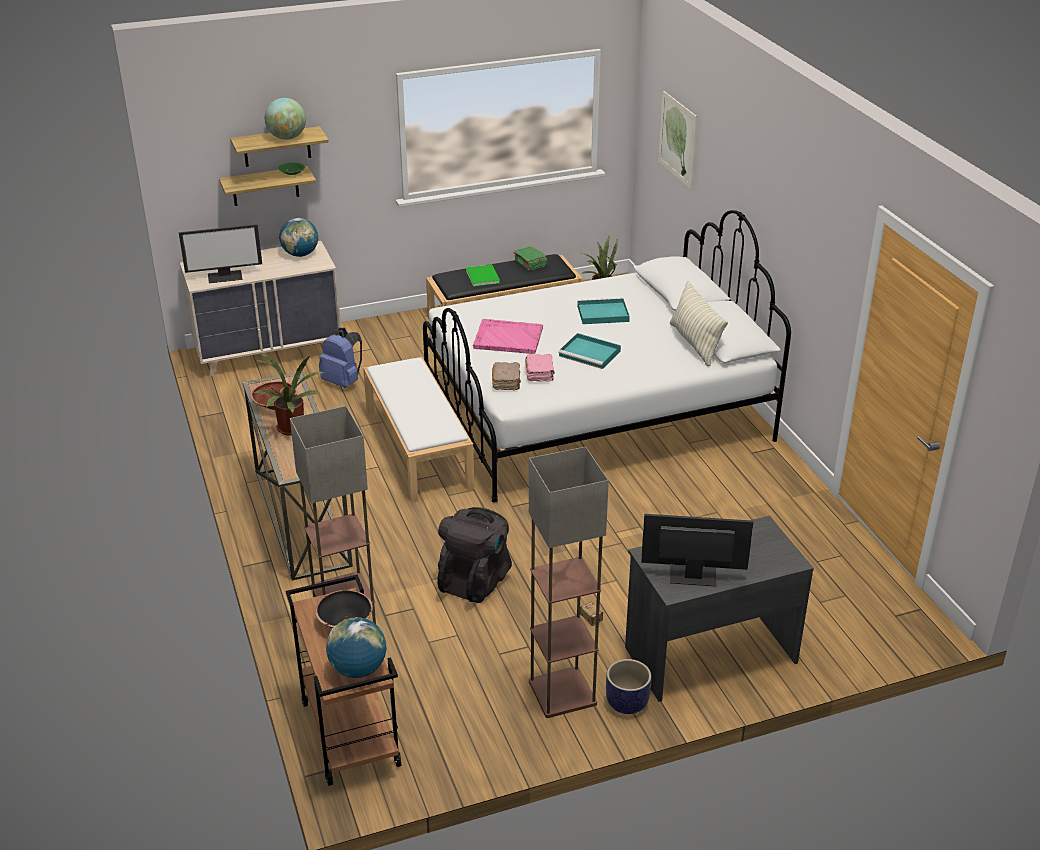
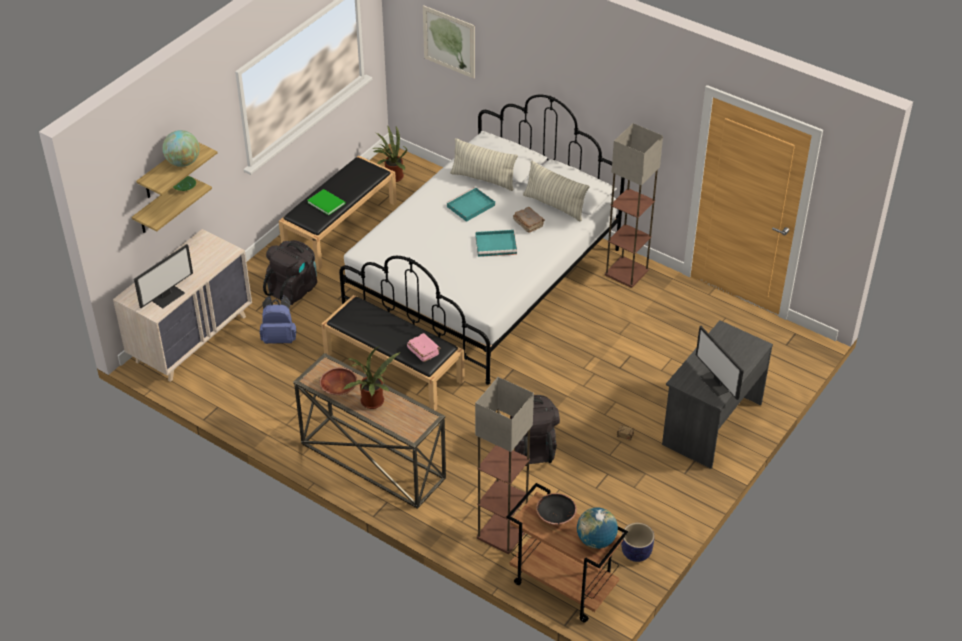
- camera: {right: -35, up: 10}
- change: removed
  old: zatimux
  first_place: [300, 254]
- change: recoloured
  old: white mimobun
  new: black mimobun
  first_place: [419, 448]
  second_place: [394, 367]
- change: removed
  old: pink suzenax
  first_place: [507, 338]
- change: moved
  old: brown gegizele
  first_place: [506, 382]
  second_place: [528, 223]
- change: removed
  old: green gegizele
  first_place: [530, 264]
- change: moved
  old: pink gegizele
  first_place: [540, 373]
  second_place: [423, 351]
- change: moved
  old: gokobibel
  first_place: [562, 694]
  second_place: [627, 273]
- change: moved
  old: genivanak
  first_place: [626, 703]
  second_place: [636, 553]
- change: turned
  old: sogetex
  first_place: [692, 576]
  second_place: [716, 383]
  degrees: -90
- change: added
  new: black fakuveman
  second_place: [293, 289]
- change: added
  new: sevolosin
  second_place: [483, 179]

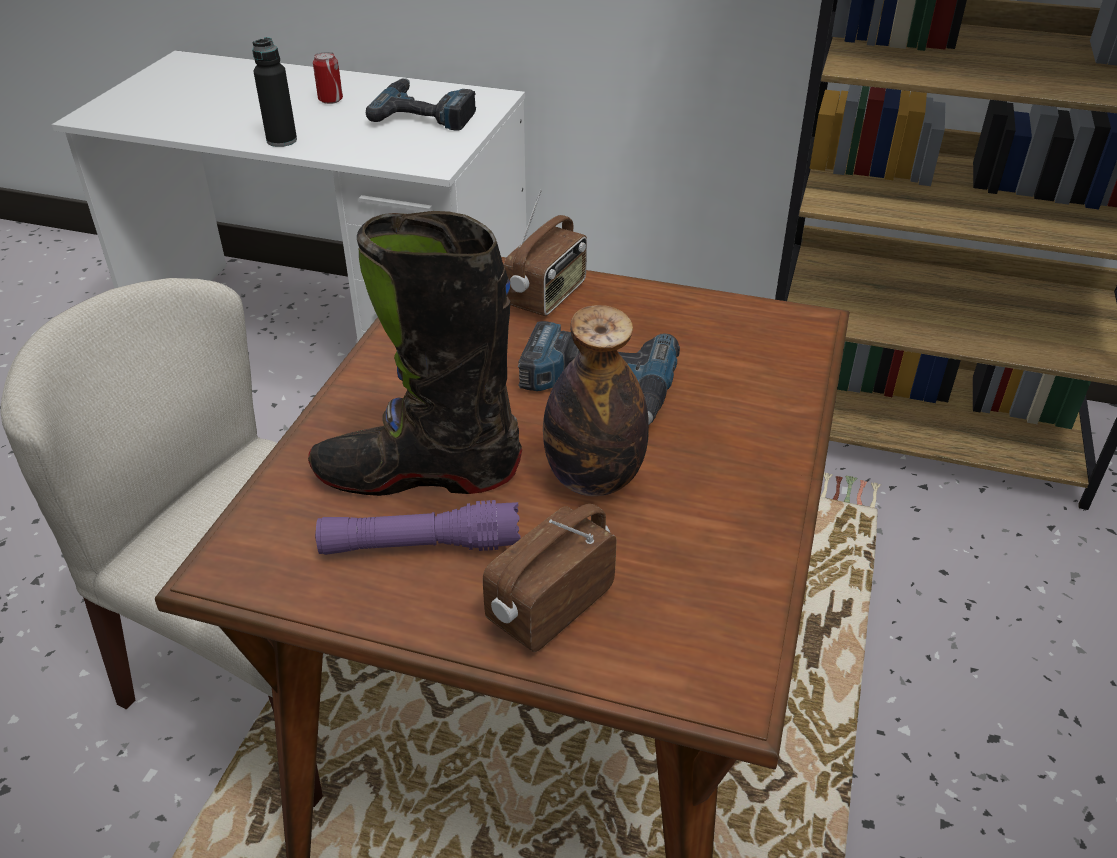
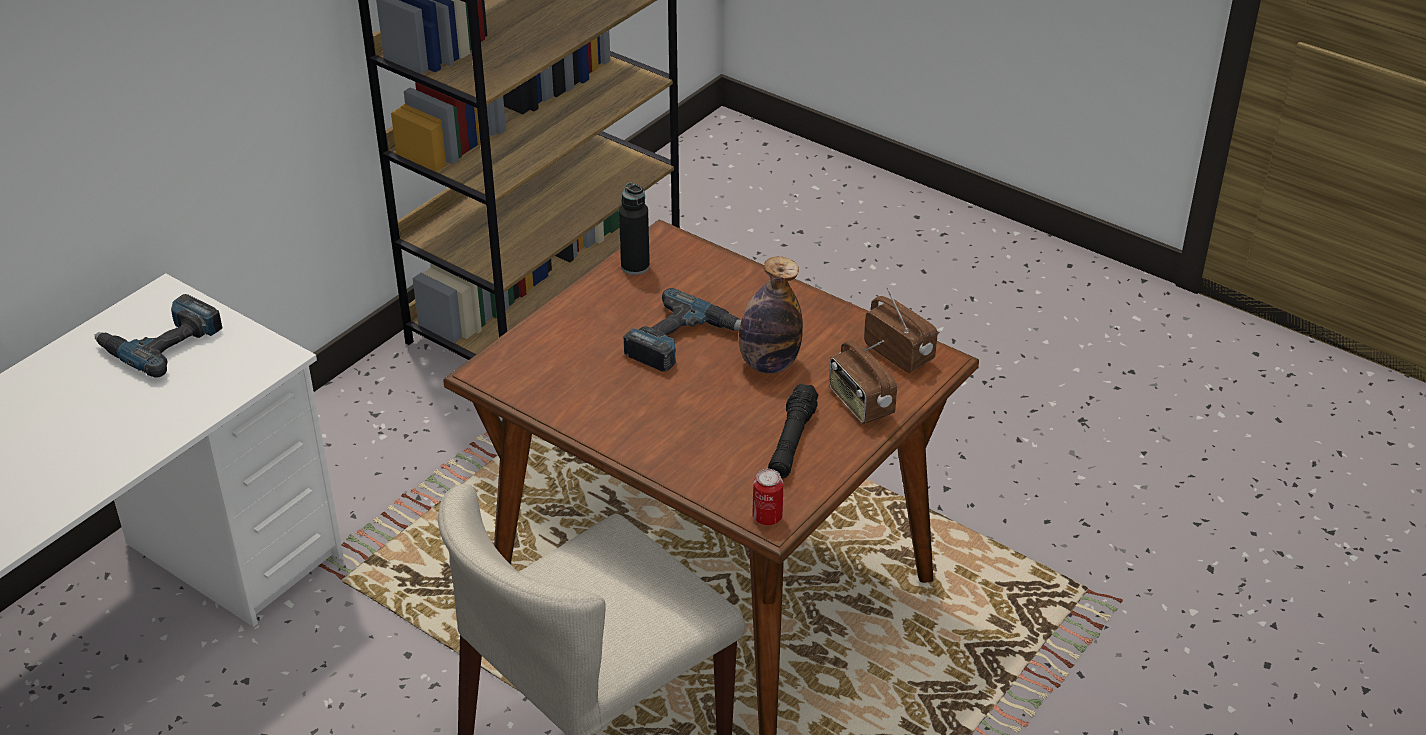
- camera: {right: -70, up: 0}
- change: moved
  old: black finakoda
  first_place: [282, 140]
  second_place: [635, 266]
- change: removed
  old: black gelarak
  first_place: [418, 475]
- change: moved
  old: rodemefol
  first_place: [330, 100]
  second_place: [767, 517]
- change: recoloured
  old: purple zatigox
  new: black zatigox
  first_place: [420, 546]
  second_place: [792, 441]
- change: moved
  old: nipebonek
  first_place: [547, 296]
  second_place: [899, 353]

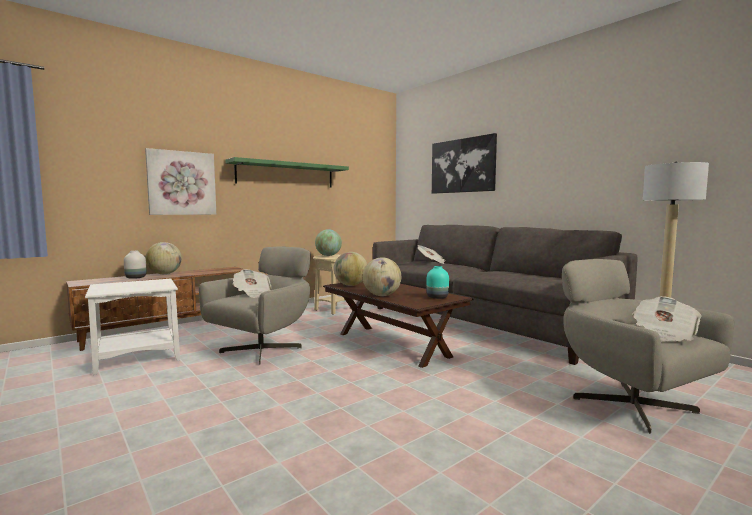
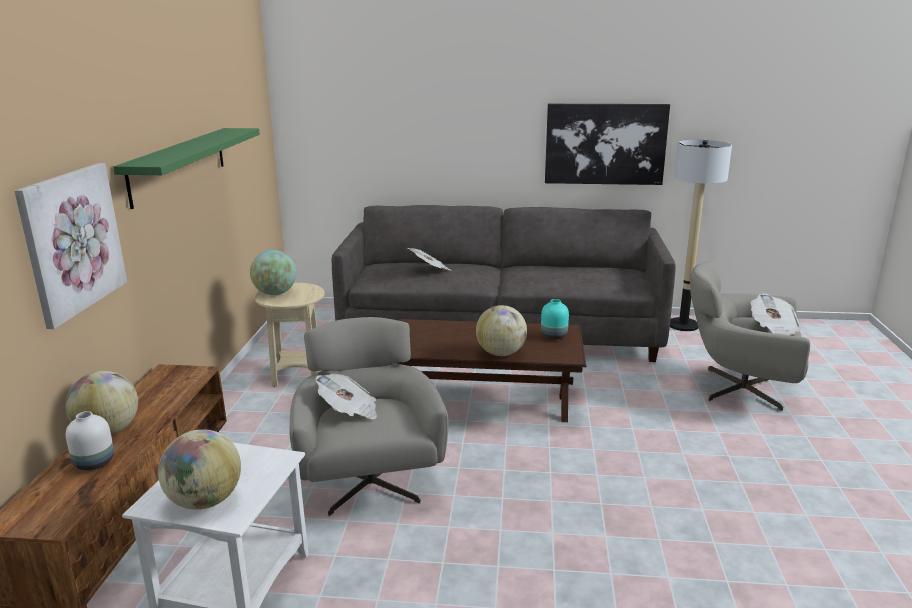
- camera: {right: -45, up: 15}
- change: moved
  old: zatimux
  first_place: [350, 285]
  second_place: [205, 501]
- change: moved
  old: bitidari
  first_place: [462, 165]
  second_place: [605, 144]

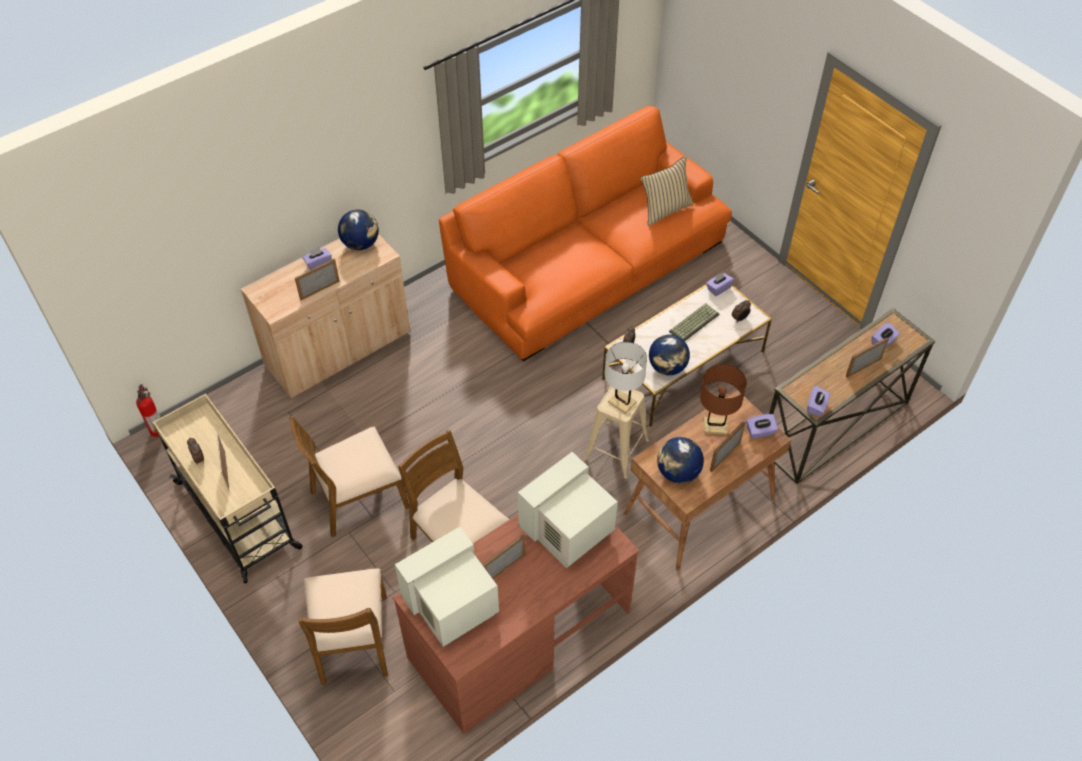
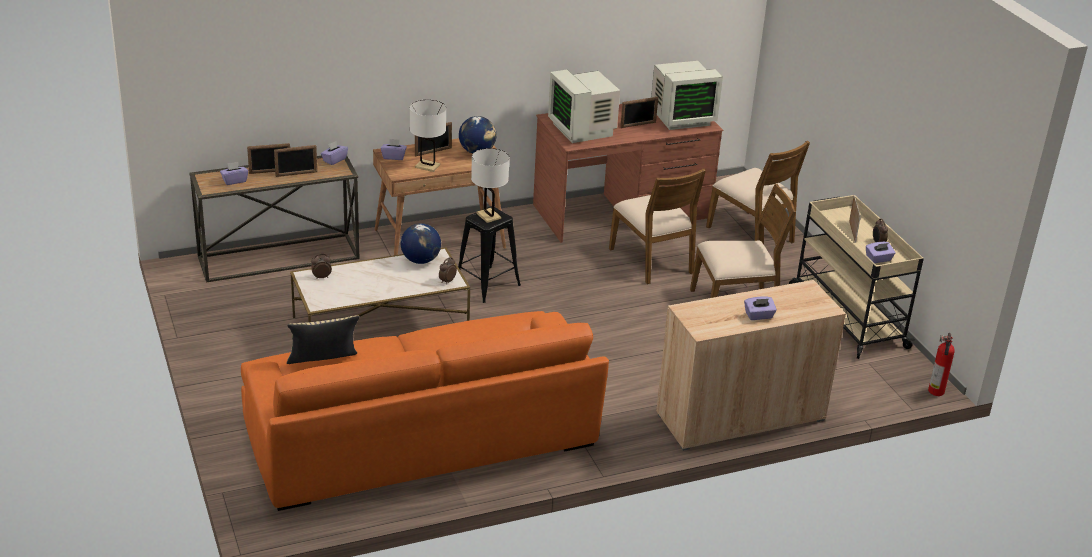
- camera: {right: -165, up: -20}
- change: moved
  old: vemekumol
  first_place: [319, 290]
  second_place: [296, 174]
- change: turned
  old: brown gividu
  first_place: [352, 640]
  second_place: [751, 234]
  degrees: 135
- change: removed
  old: zatimux
  first_place: [361, 244]
- change: turned
  old: sogetex
  first_place: [568, 532]
  second_place: [583, 129]
  degrees: 90
- change: recoloured
  old: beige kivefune
  new: black kivefune
  first_place: [616, 450]
  second_place: [487, 284]
- change: removed
  old: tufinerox
  first_place: [693, 322]
- change: recoloured
  old: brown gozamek
  new: white gozamek
  first_place: [715, 426]
  second_place: [427, 166]
- change: moved
  old: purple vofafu
  first_place: [718, 288]
  second_place: [878, 259]

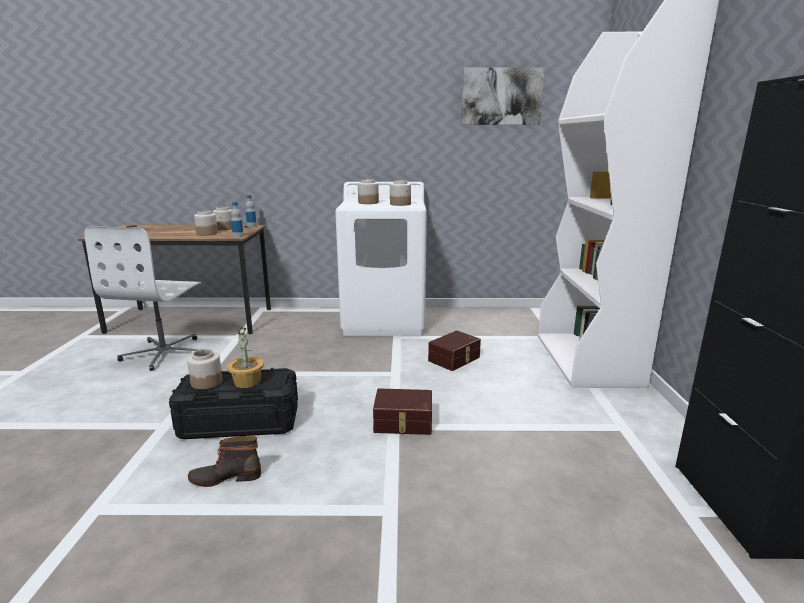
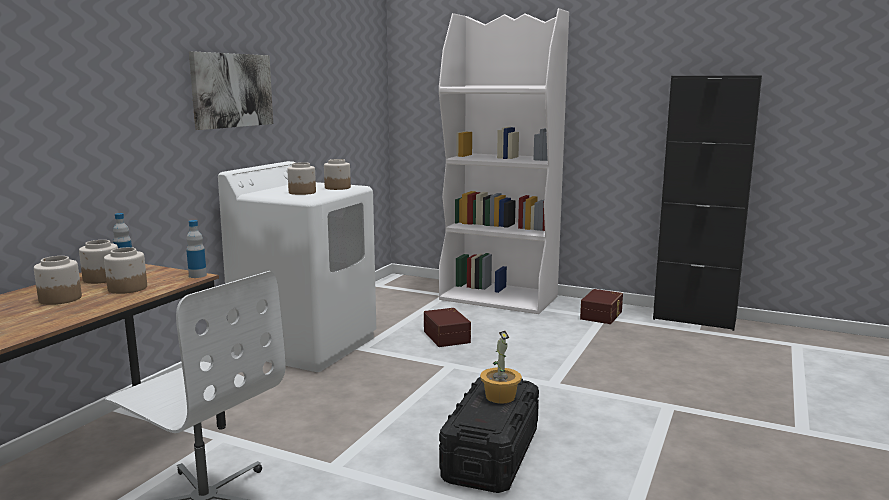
- camera: {right: -65, up: -5}
- change: moved
  old: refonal
  first_place: [206, 382]
  second_place: [59, 299]
- change: removed
  old: gelarak
  first_place: [226, 477]
- change: moved
  old: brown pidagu
  first_place: [403, 423]
  second_place: [602, 315]
- change: moved
  old: bitidari
  first_place: [501, 96]
  second_place: [232, 90]

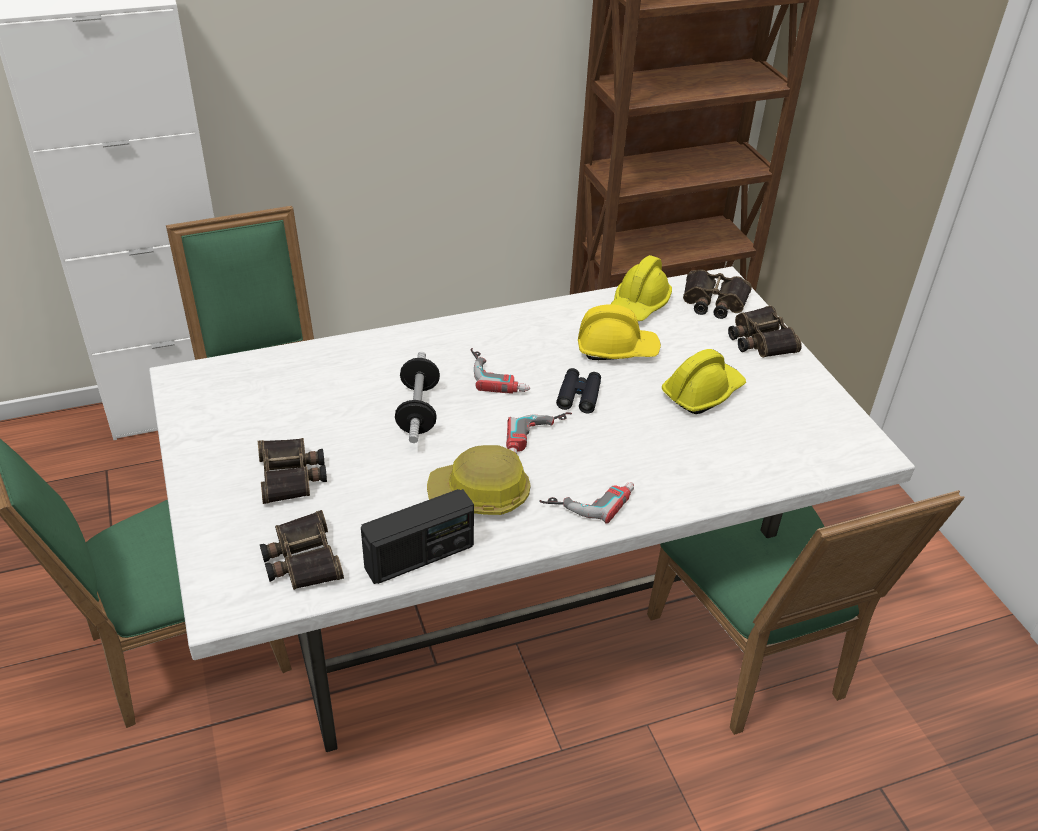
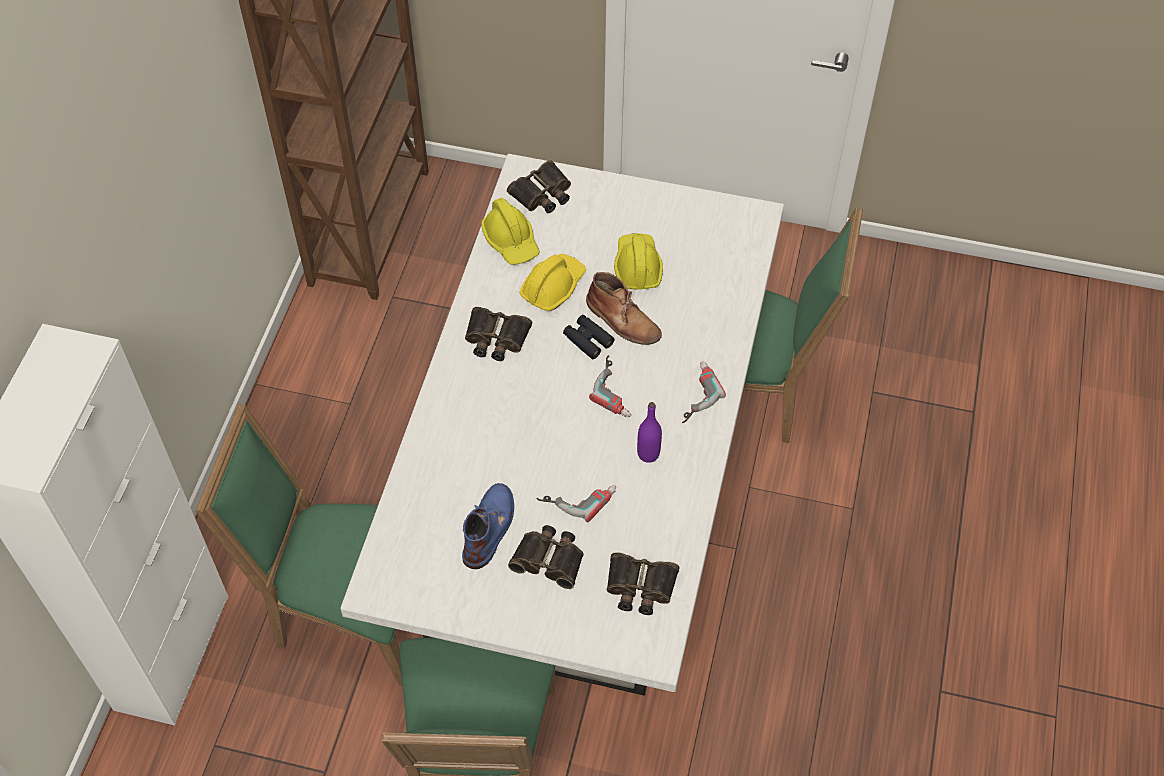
- camera: {right: -55, up: 15}
- change: removed
  old: nipebonek
  first_place: [420, 557]
- change: removed
  old: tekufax
  first_place: [418, 410]
- change: replaced
  old: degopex
  new: purple finakoda
  first_place: [480, 495]
  second_place: [648, 454]
- change: moved
  old: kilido
  first_place: [499, 374]
  second_place: [577, 496]
- change: moved
  old: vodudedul
  first_place: [759, 339]
  second_place: [495, 339]
- change: added
  new: blue gelarak
  second_place: [489, 527]
- change: added
  new: brown gelarak
  second_place: [623, 320]

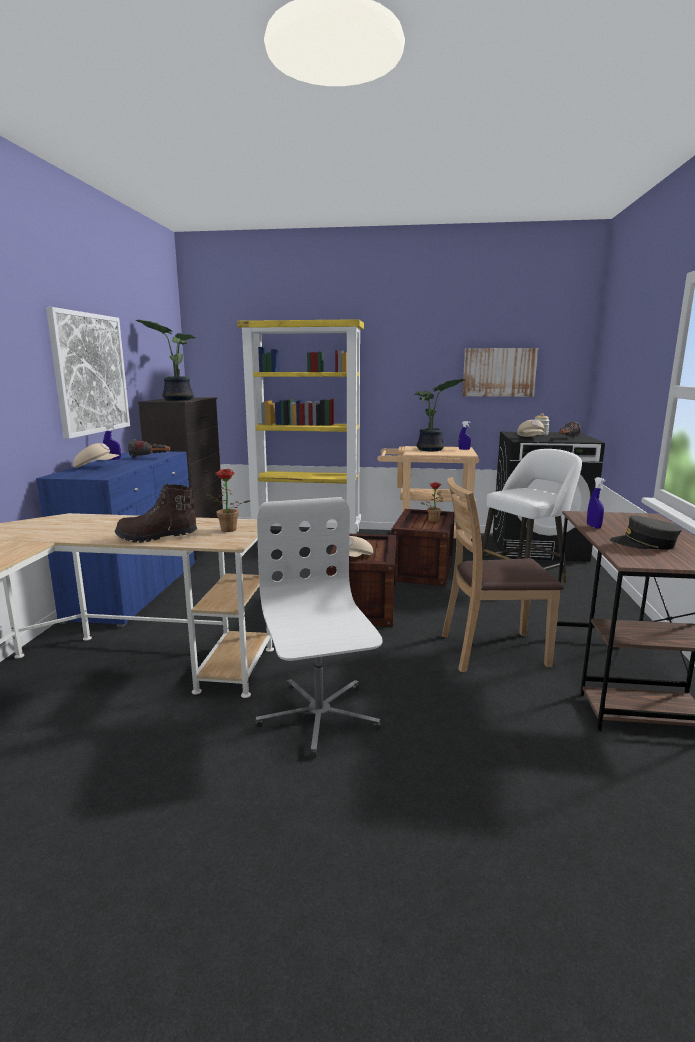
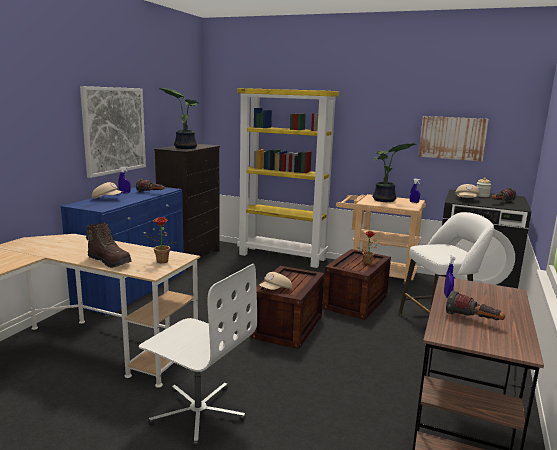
- camera: {right: 15, up: 0}
- change: turned
  old: brown gelarak
  first_place: [157, 537]
  second_place: [110, 262]
  degrees: -150
- change: turned
  old: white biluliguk
  first_place: [318, 716]
  second_place: [198, 412]
  degrees: 120
- change: removed
  old: brown gividu
  first_place: [492, 651]
- change: replaced
  old: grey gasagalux
  new: zatigox
  first_place: [644, 544]
  second_place: [473, 320]

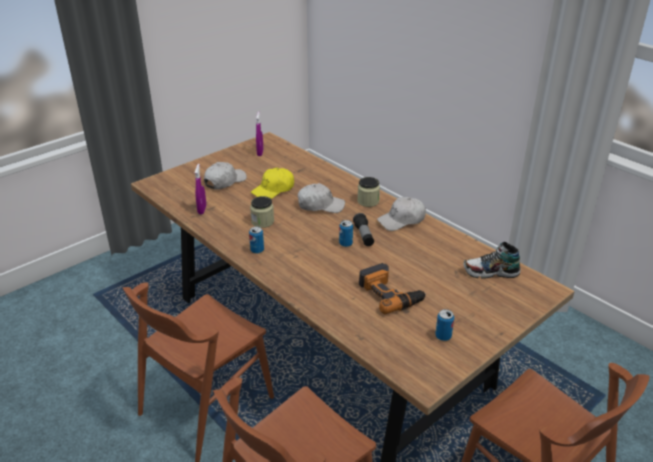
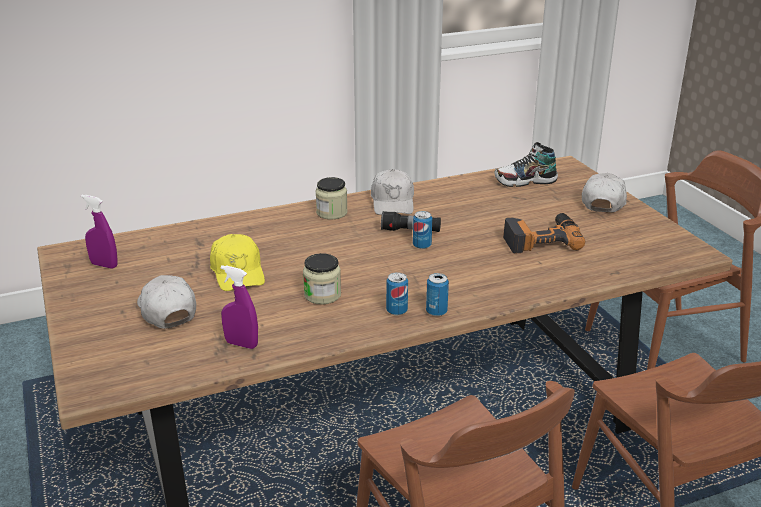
- camera: {right: -70, up: -5}
- change: moved
  old: white gasagalux
  first_place: [320, 205]
  second_place: [603, 202]
- change: moved
  old: rodemefol
  first_place: [443, 336]
  second_place: [436, 311]
- change: turned
  old: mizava
  first_place: [491, 272]
  second_place: [525, 181]
  degrees: 60

